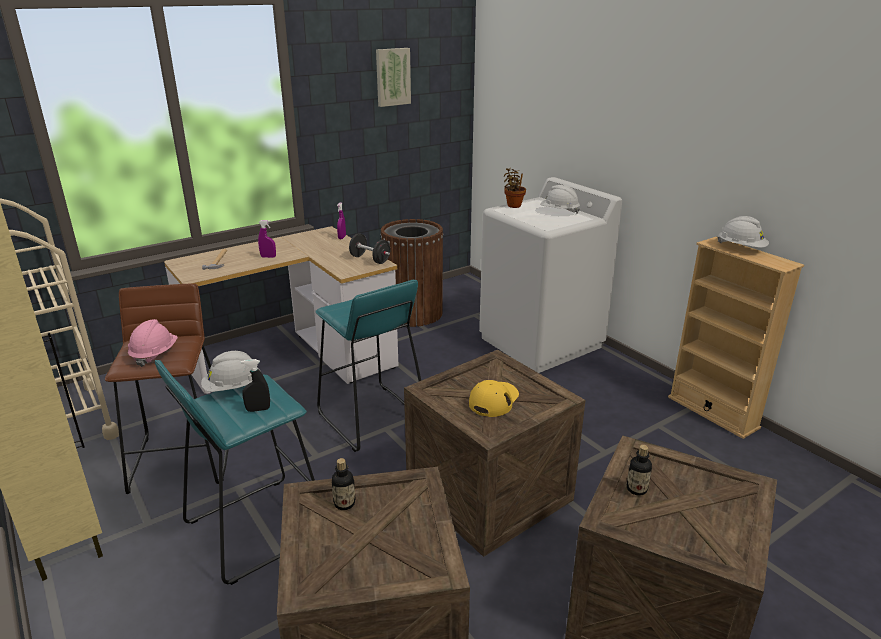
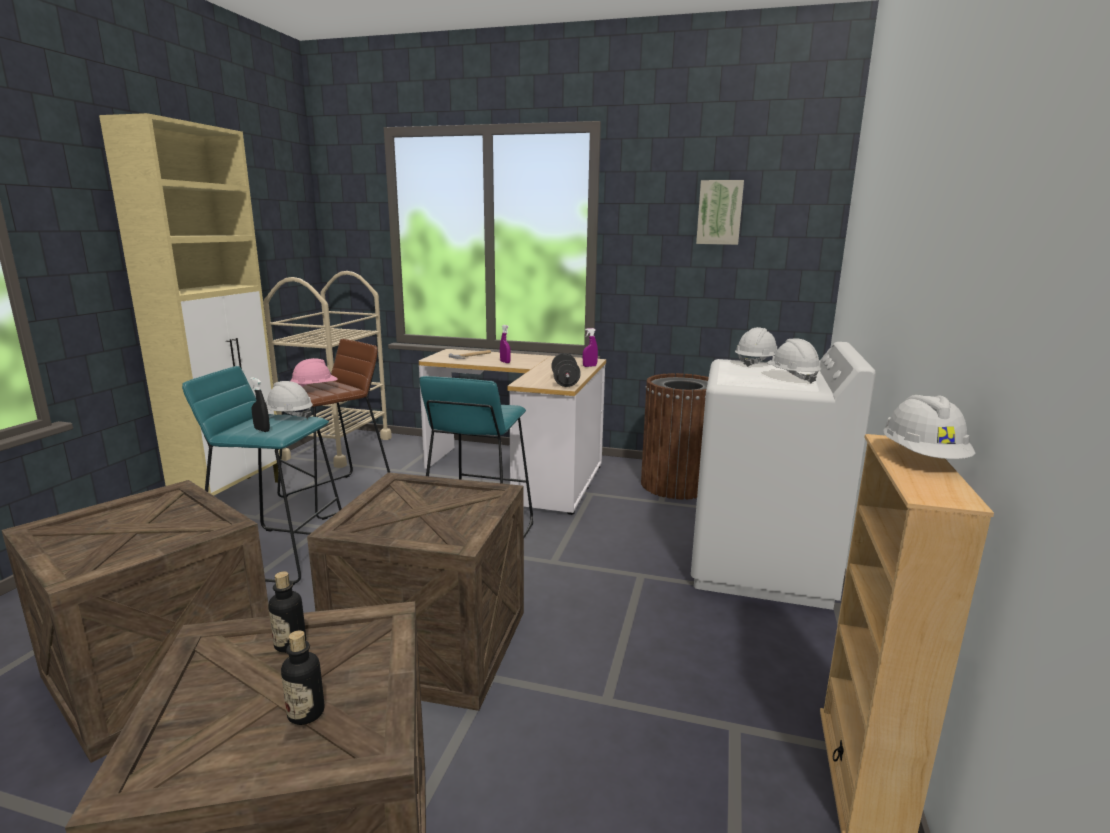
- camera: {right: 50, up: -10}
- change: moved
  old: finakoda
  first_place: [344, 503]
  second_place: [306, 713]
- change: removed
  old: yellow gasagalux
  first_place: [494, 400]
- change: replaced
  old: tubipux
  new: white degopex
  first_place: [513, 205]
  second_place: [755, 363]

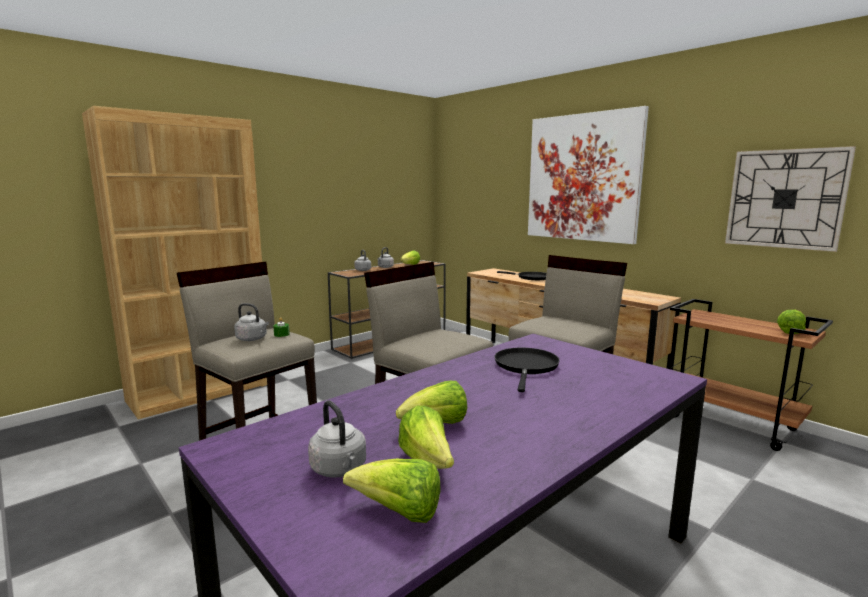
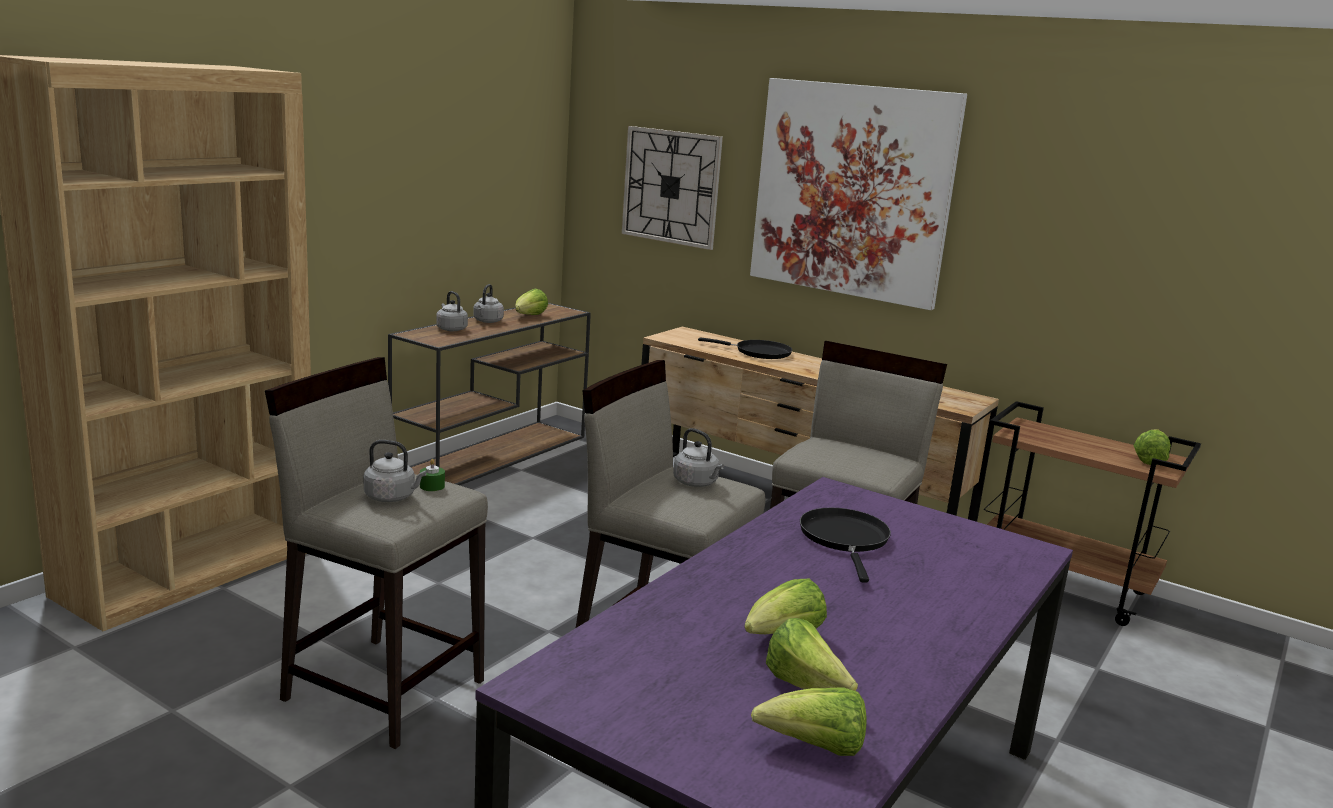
- camera: {right: -15, up: 5}
- change: moved
  old: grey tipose
  first_place: [339, 469]
  second_place: [697, 483]
- change: moved
  old: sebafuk
  first_place: [785, 199]
  second_place: [671, 187]

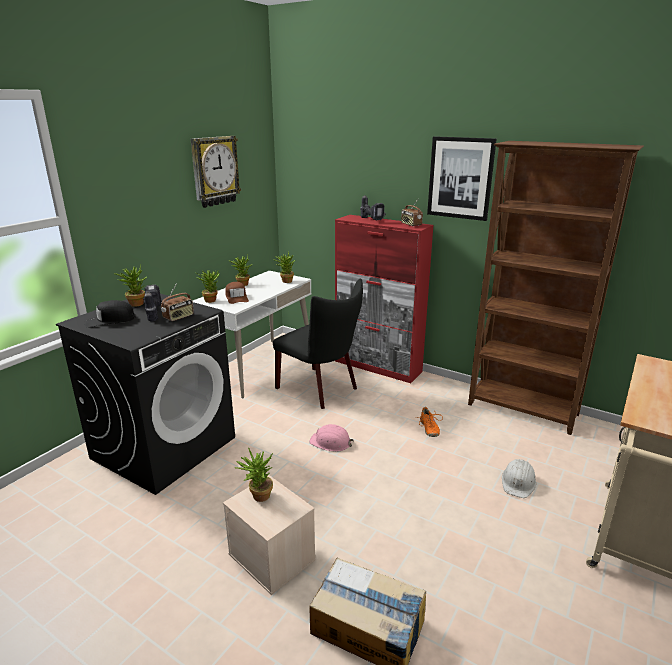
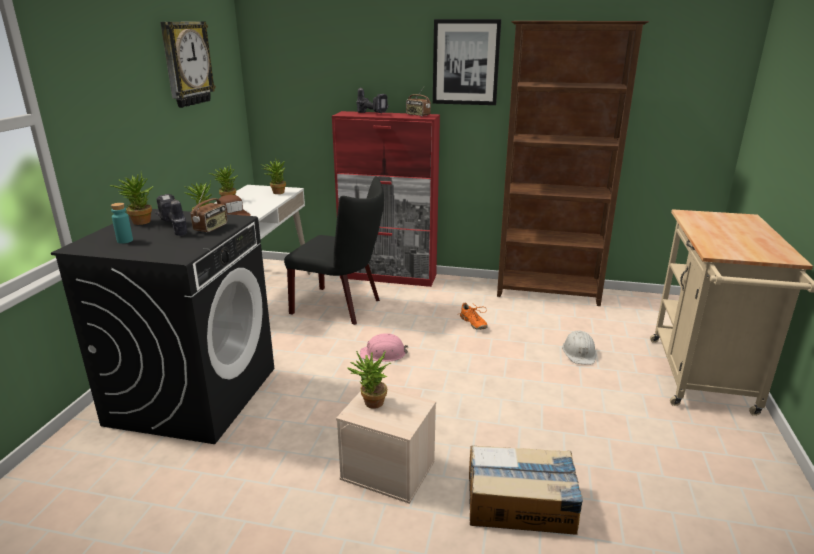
- camera: {right: -20, up: 0}
- change: replaced
  old: black gasagalux
  new: turquoise finakoda
  first_place: [110, 320]
  second_place: [125, 241]

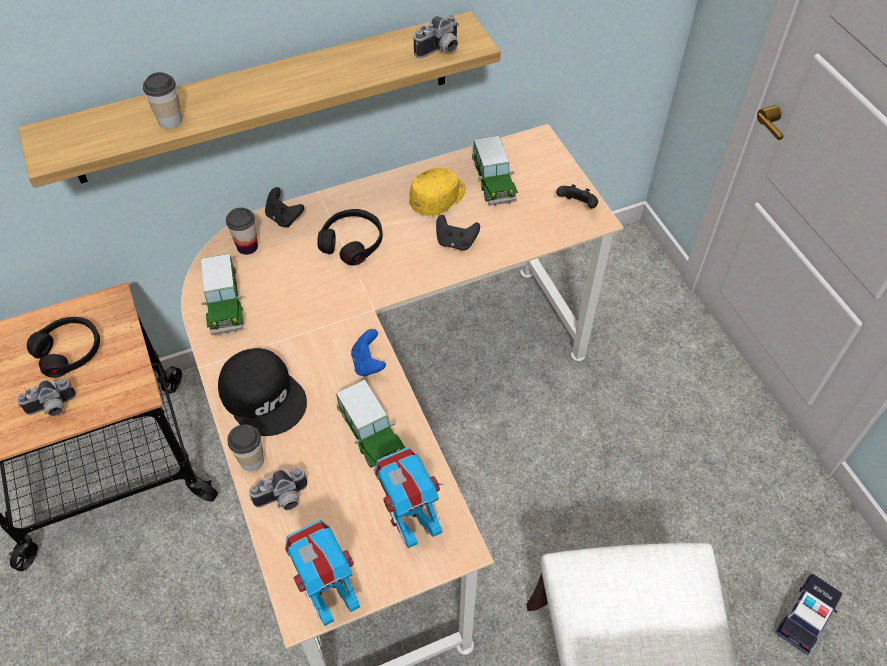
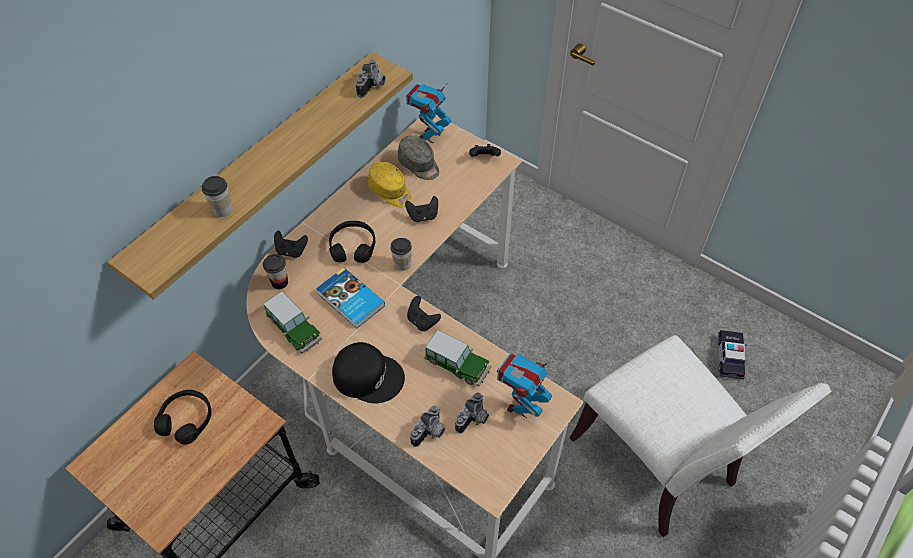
- camera: {right: -30, up: 0}
- change: moved
  old: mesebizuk
  first_place: [52, 408]
  second_place: [474, 420]
- change: moved
  old: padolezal
  first_place: [252, 460]
  second_place: [402, 264]
- change: moved
  old: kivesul
  first_place: [330, 597]
  second_place: [429, 136]
- change: recoloured
  old: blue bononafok
  new: black bononafok
  first_place: [368, 363]
  second_place: [422, 321]
- change: turned
  old: yellow gasagalux
  first_place: [439, 199]
  second_place: [391, 191]
  degrees: 120
- change: replaced
  old: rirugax
  new: grey gasagalux
  first_place: [493, 182]
  second_place: [419, 165]
- change: added
  new: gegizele
  second_place: [350, 300]

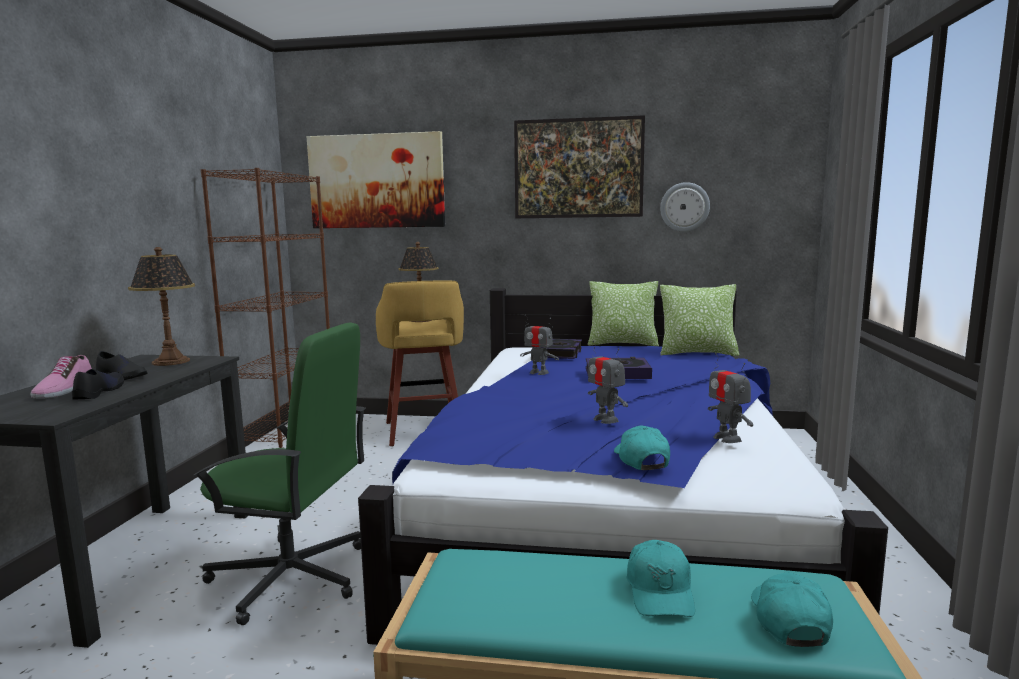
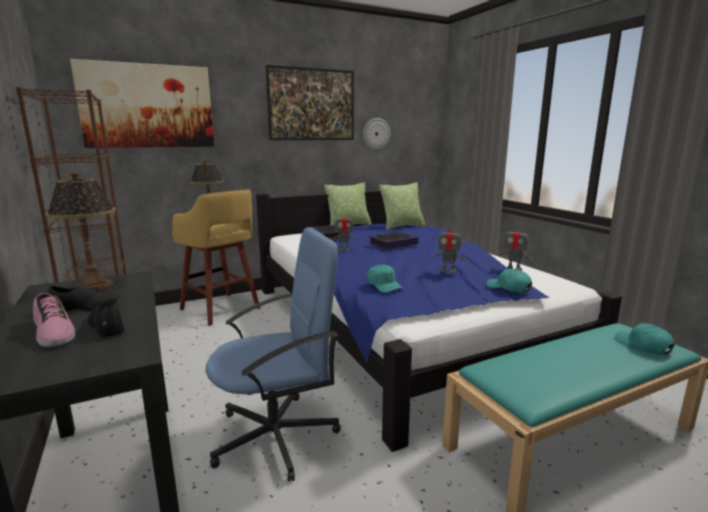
- camera: {right: -35, up: 5}
- change: recoloured
  old: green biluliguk
  new: blue biluliguk
  first_place: [291, 577]
  second_place: [277, 436]
- change: moved
  old: turquoise gasagalux
  first_place: [660, 591]
  second_place: [384, 285]

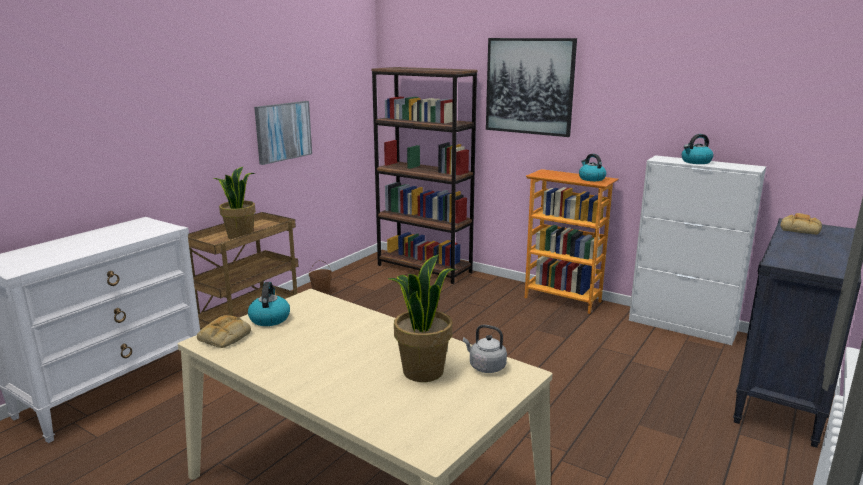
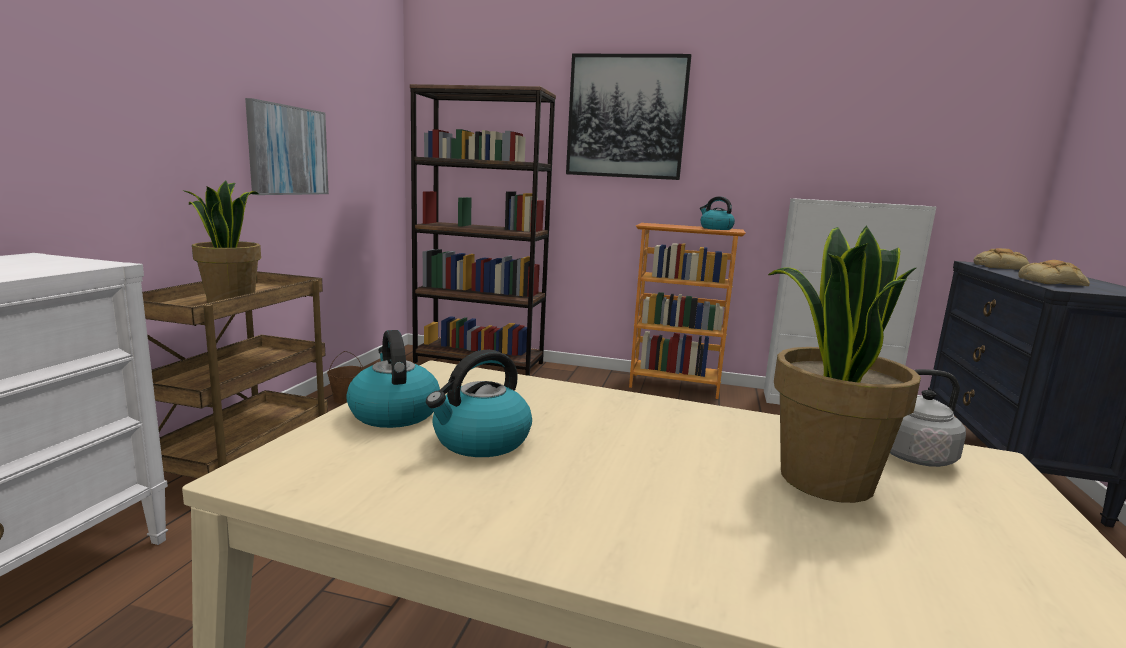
- camera: {right: -20, up: -5}
- change: moved
  old: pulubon
  first_place: [225, 337]
  second_place: [1053, 283]
- change: moved
  old: tipose
  first_place: [696, 162]
  second_place: [480, 441]

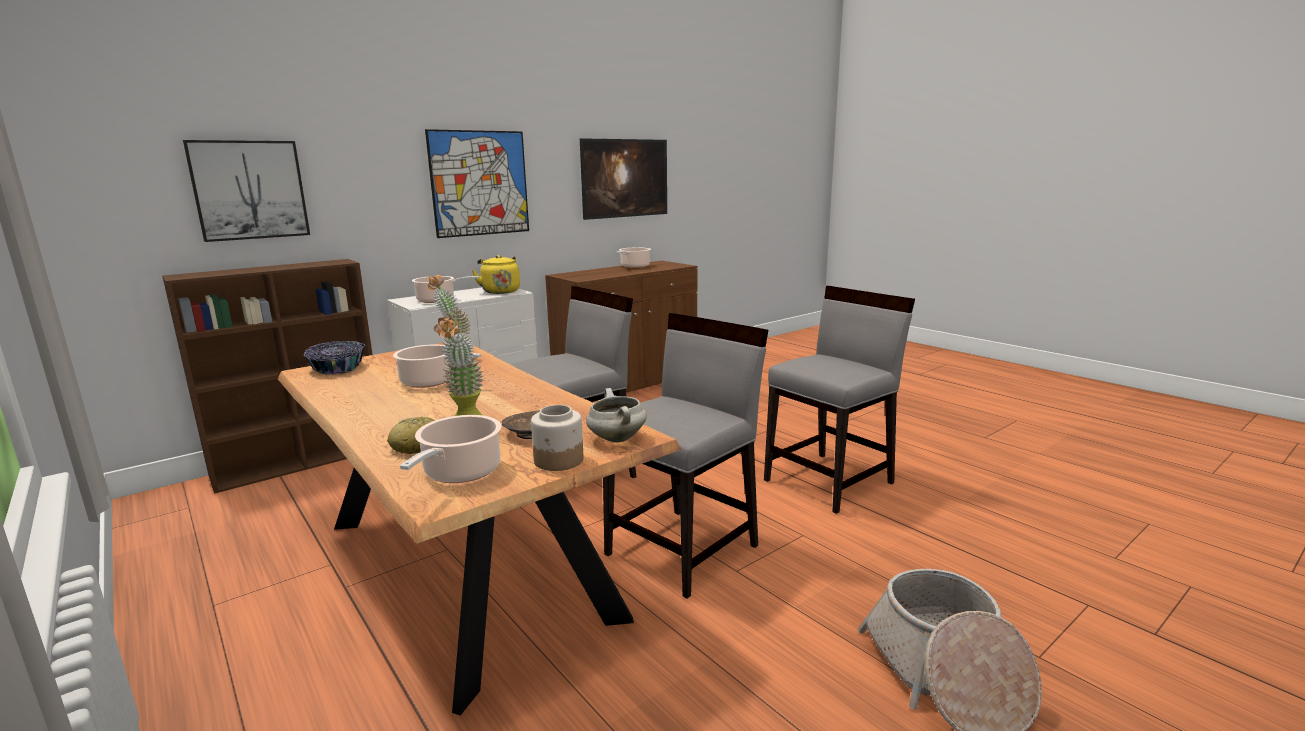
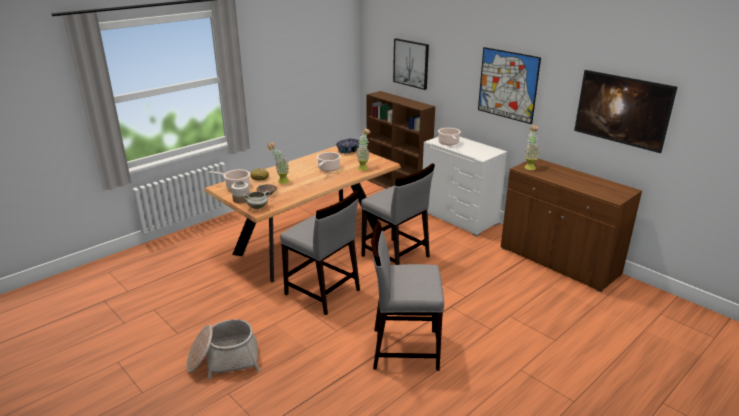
- camera: {right: 85, up: 10}
- change: removed
  old: yellow tipose
  first_place: [500, 291]
- change: removed
  old: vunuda
  first_place: [634, 266]
- change: turned
  old: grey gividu
  first_place: [830, 481]
  second_place: [404, 348]
  degrees: 135
- change: added
  new: tubipux
  second_place: [529, 166]

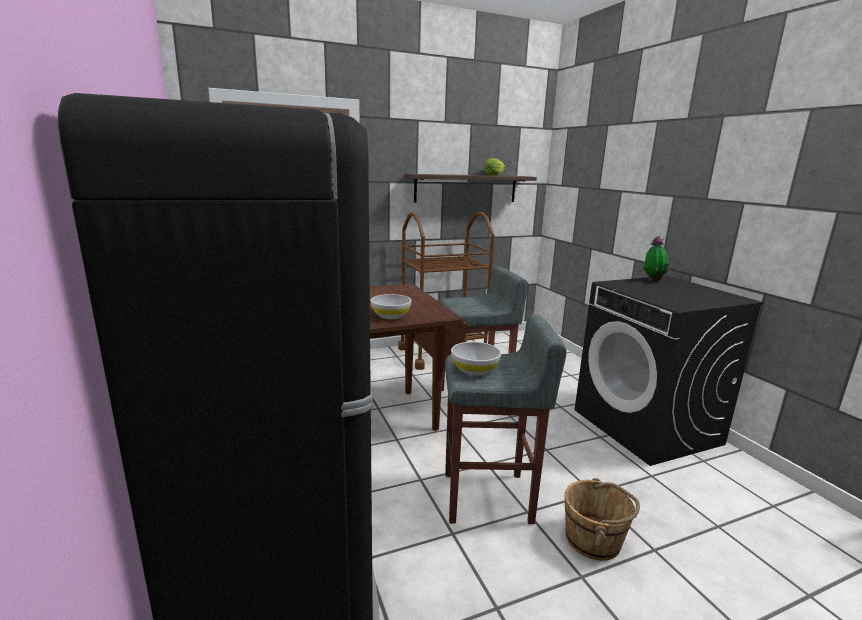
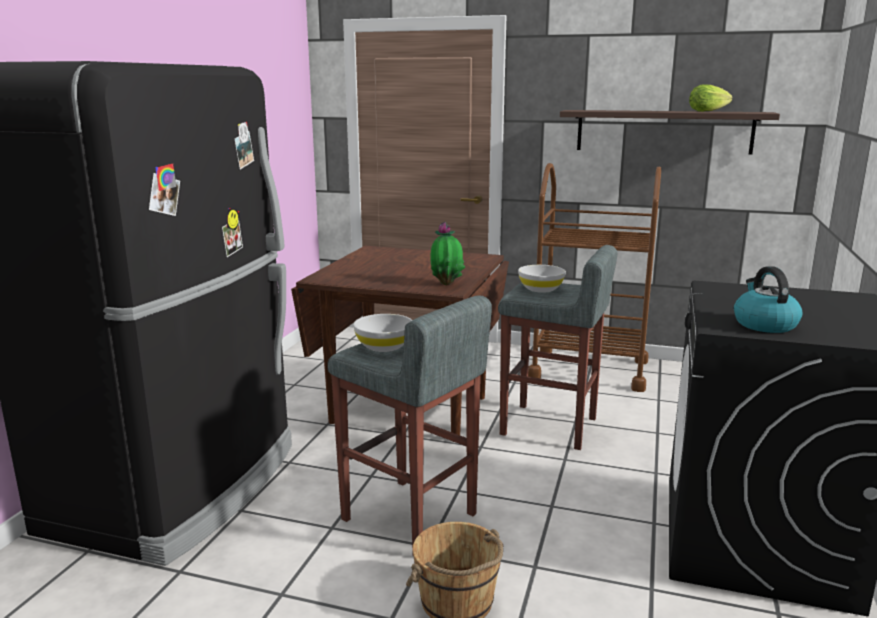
- camera: {right: 40, up: 0}
- change: moved
  old: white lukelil
  first_place: [391, 316]
  second_place: [541, 289]
- change: moved
  old: tubipux
  first_place: [653, 280]
  second_place: [447, 284]
- change: added
  new: tipose
  second_place: [764, 324]

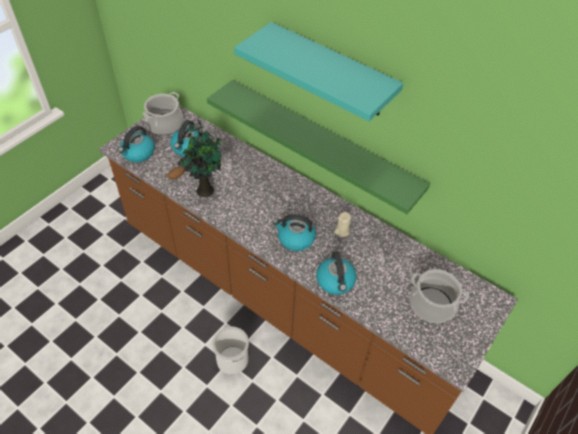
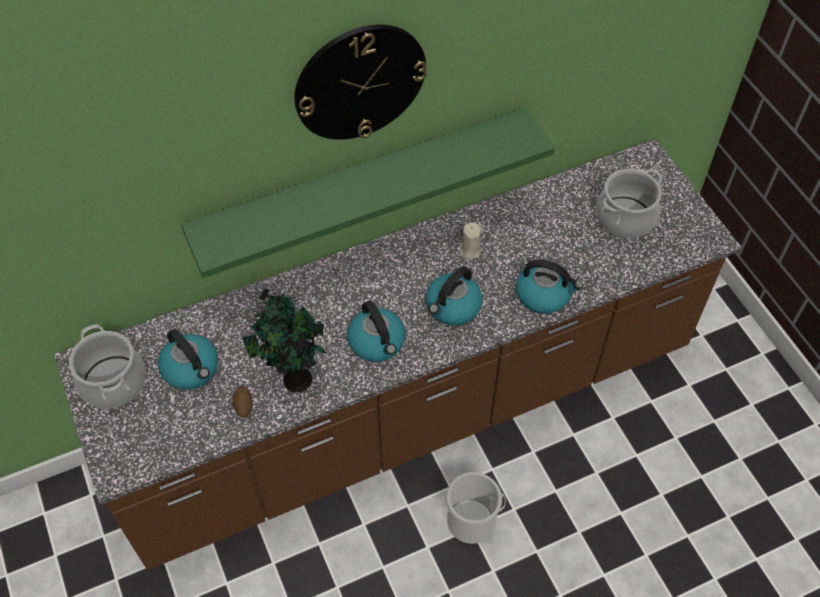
- camera: {right: -60, up: 5}
- change: moved
  old: tipose
  first_place: [138, 153]
  second_place: [377, 342]
- change: replaced
  old: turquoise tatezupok
  new: sebafuk
  first_place: [331, 71]
  second_place: [360, 82]

